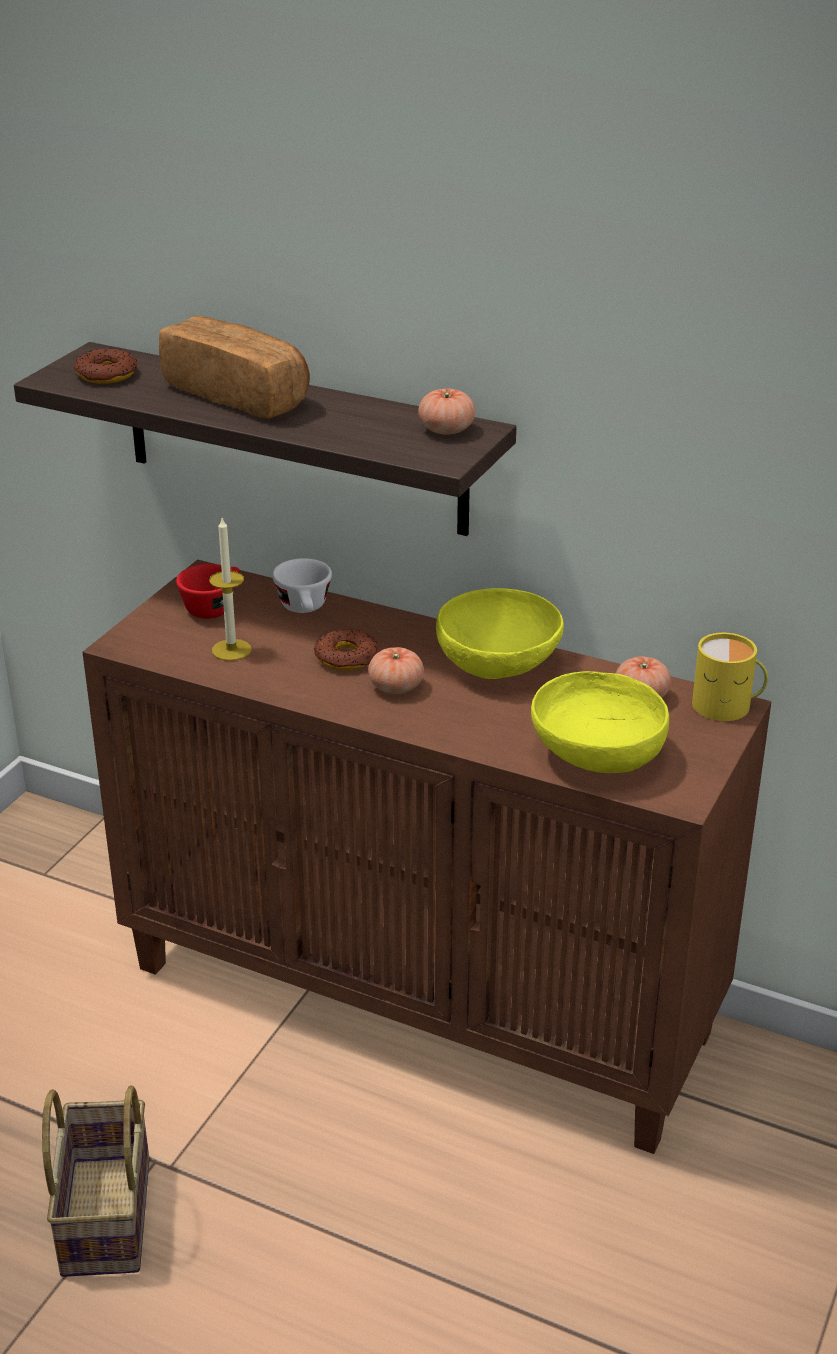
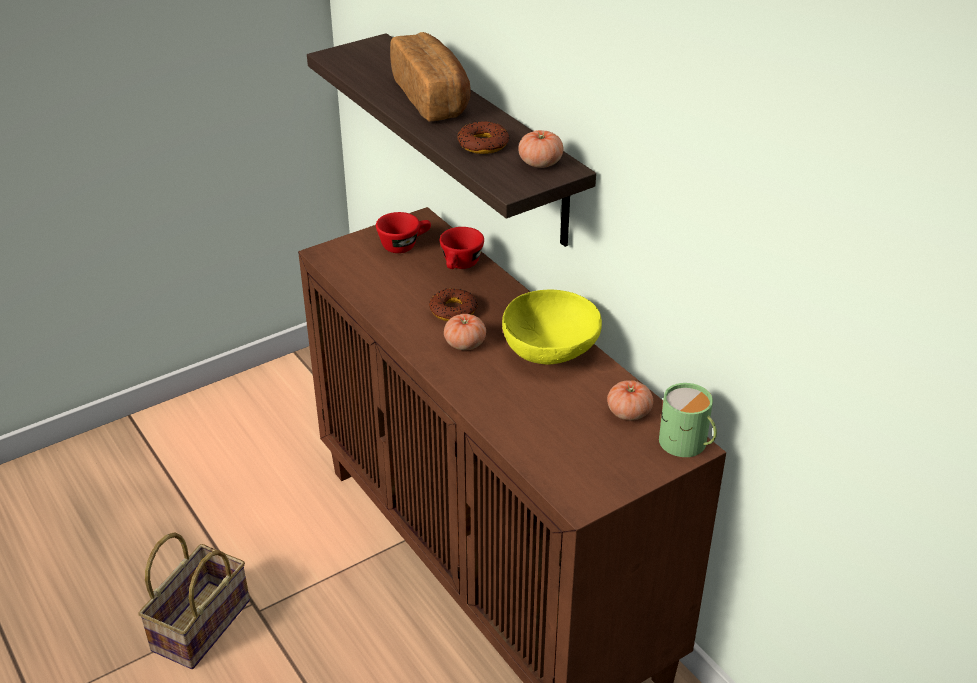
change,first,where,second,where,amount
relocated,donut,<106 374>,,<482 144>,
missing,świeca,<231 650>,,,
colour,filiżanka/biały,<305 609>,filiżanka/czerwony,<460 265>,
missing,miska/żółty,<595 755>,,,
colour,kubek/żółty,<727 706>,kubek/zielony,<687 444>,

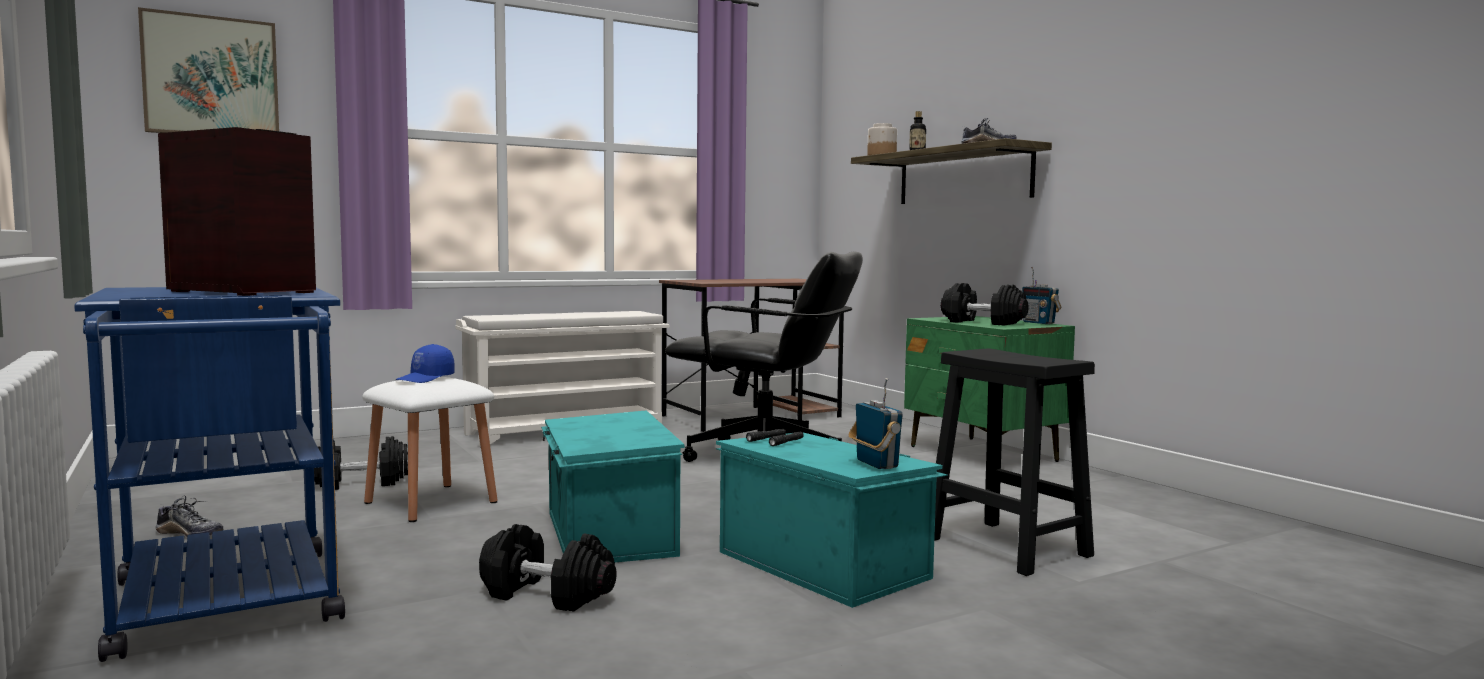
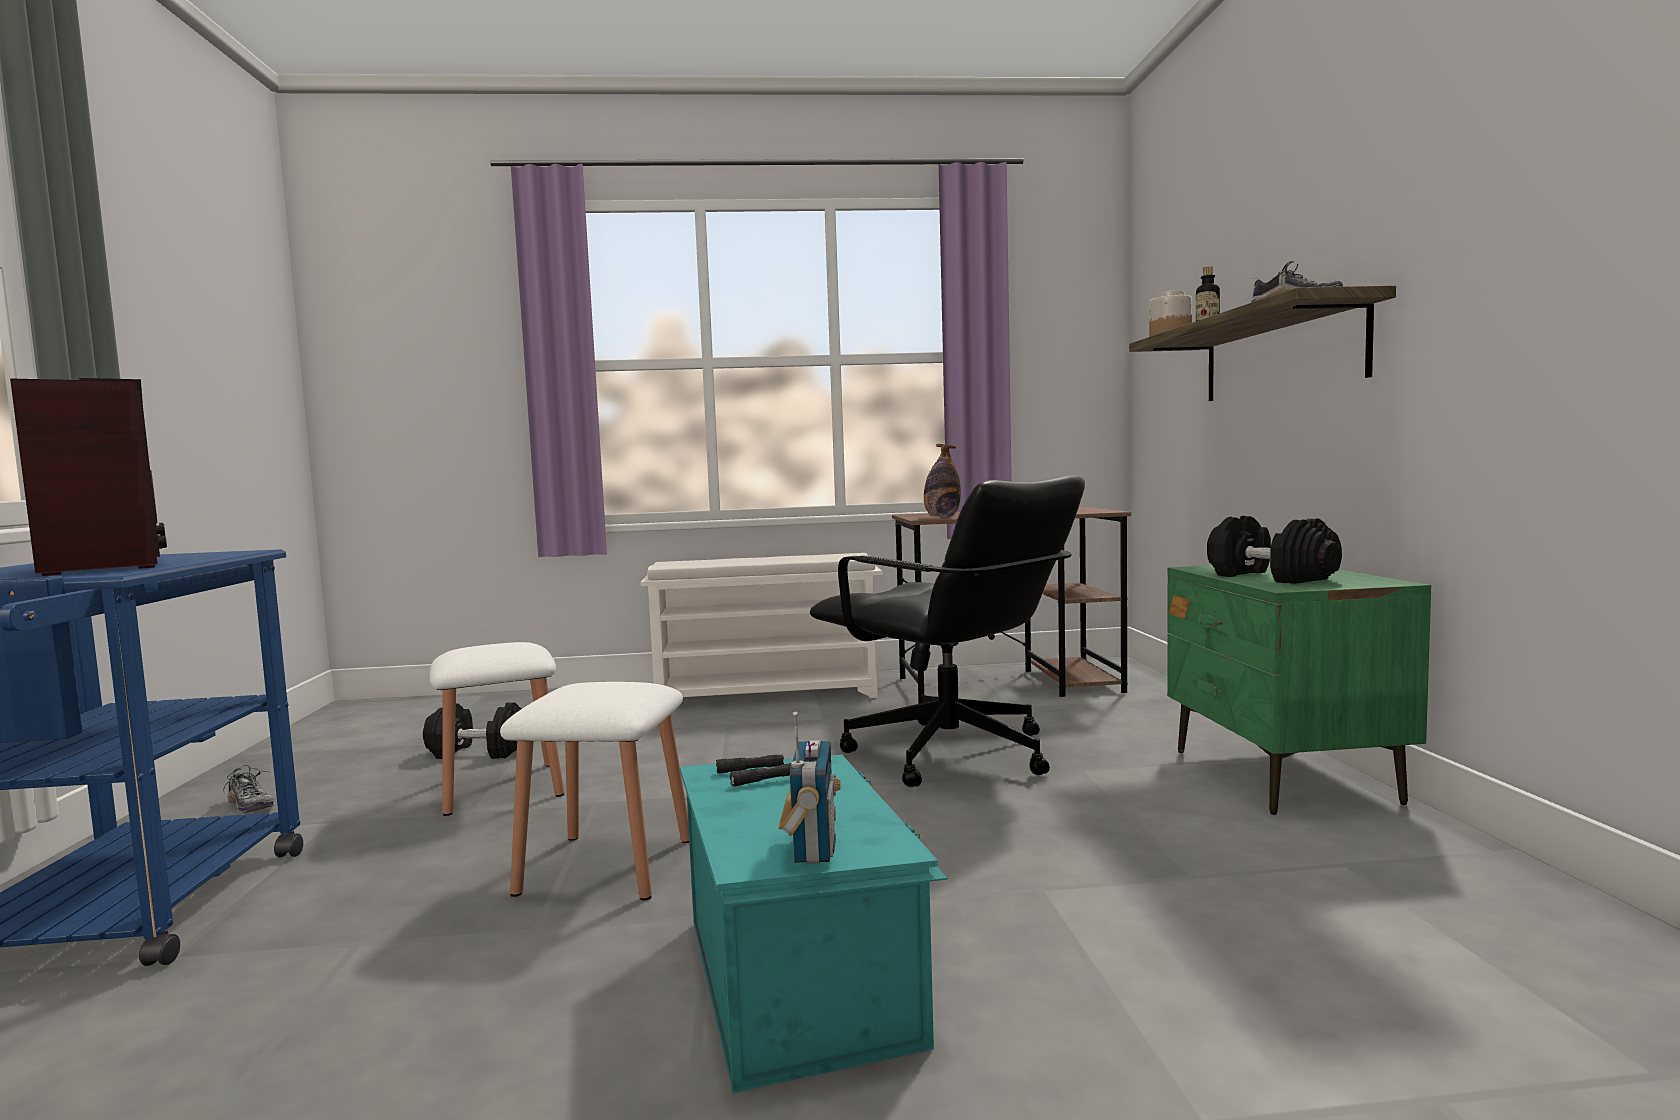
change,first,where,second,where,amount
missing,obraz,<211 77>,,,
missing,czapka z daszkiem/niebieski,<426 379>,,,
missing,hantel/czarny,<548 594>,,,
exchanged,pojemnik do przechowywania/turkusowy,<607 534>,stołek/biały,<606 866>,
missing,stołek/czarny,<1009 547>,,,
missing,radio,<1039 323>,,,
appeared,,,butelka,<942 517>,

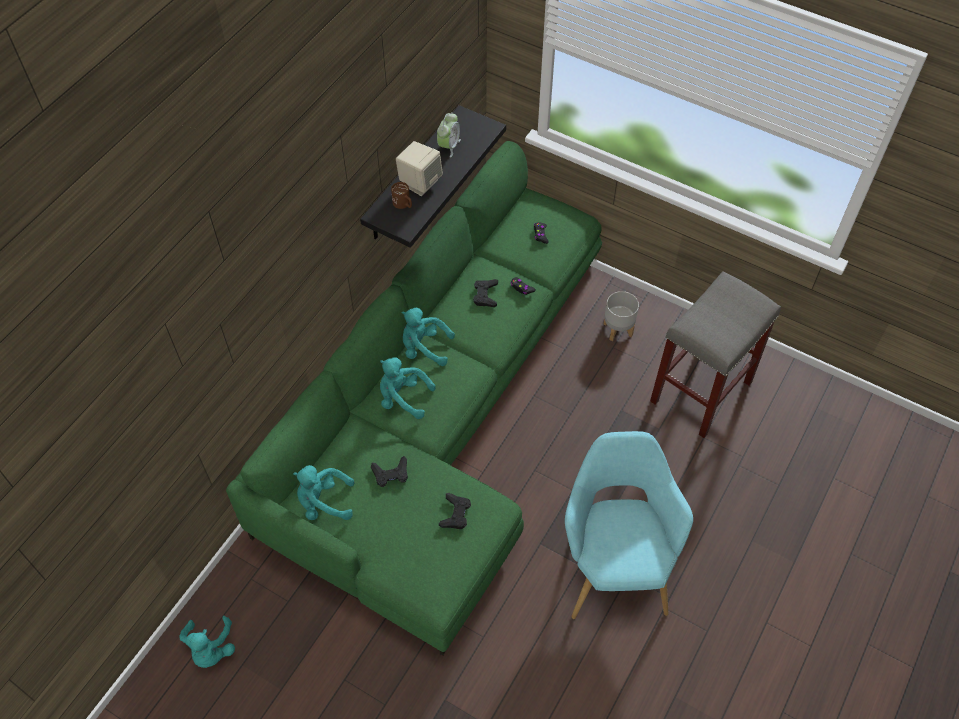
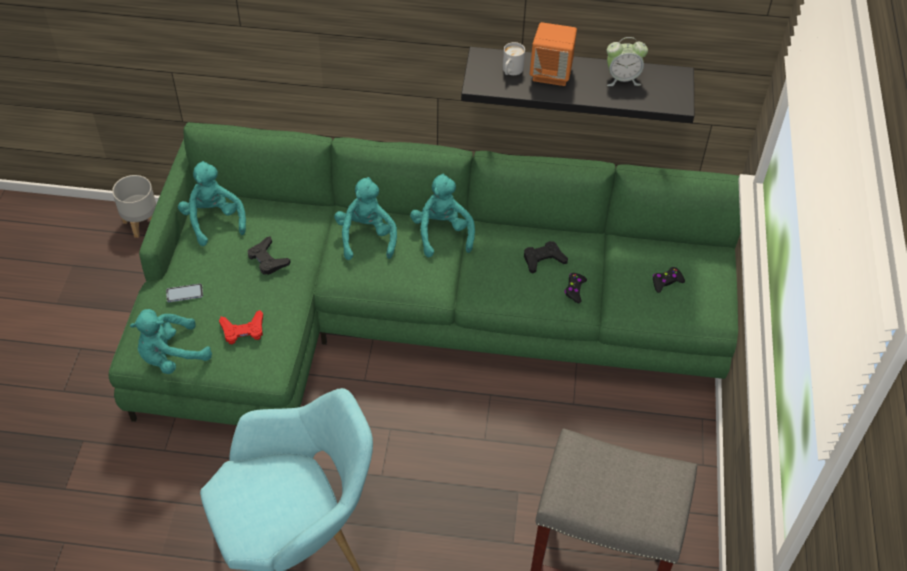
change,first,where,second,where,amount
relocated,pluszak/turkusowy,<211 649>,,<171 356>,
colour,kubek/brązowy,<403 204>,kubek/biały,<511 71>,
colour,głośnik/beżowy,<420 182>,głośnik/pomarańczowy,<551 73>,
colour,pad do gier/czarny,<455 513>,pad do gier/czerwony,<243 330>,
relocated,donica/szary,<617 329>,,<142 223>,
appeared,,,telefon,<184 293>,

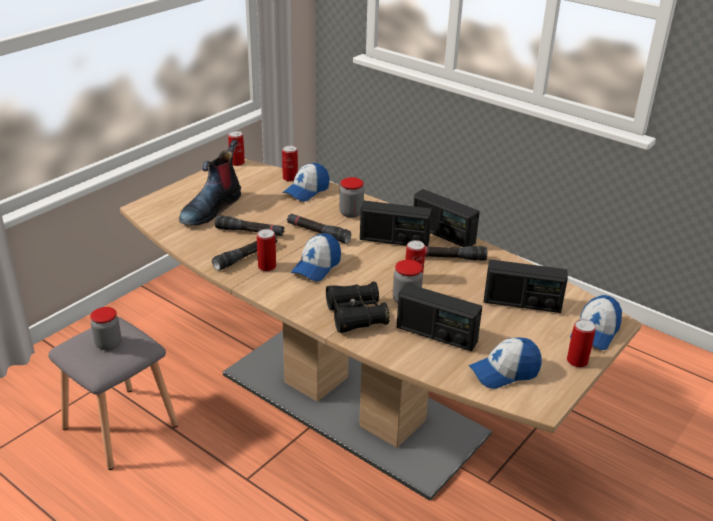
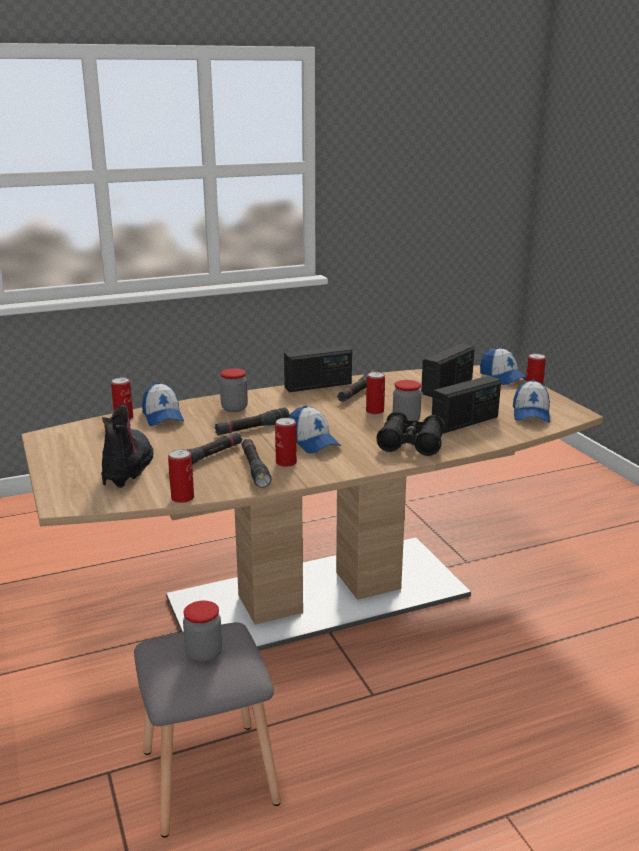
change,first,where,second,where,amount
spun,but z cholewką,<211 208>,,<128 466>,150 degrees counterclockwise
relocated,puszka,<237 163>,,<182 498>,
missing,radio,<394 240>,,,

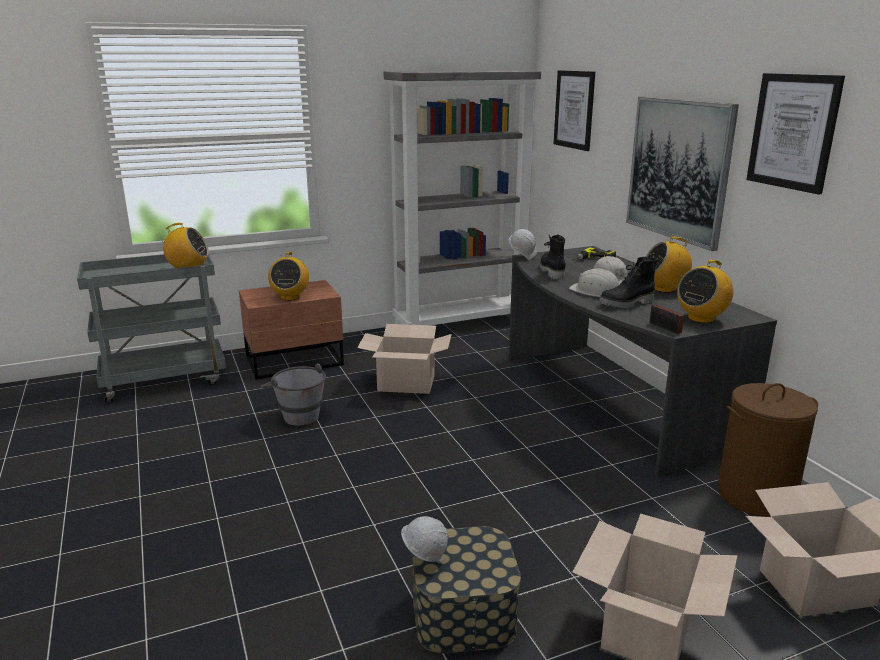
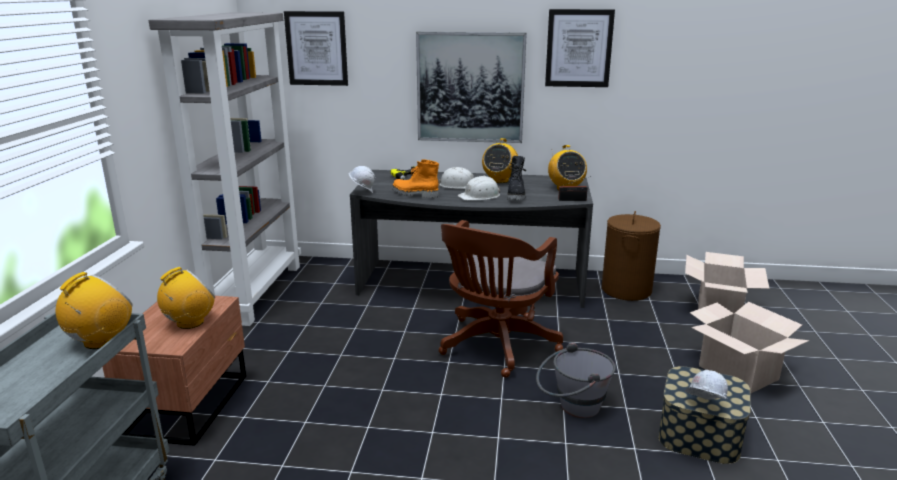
change,first,where,second,where,amount
relocated,wiadro/szary,<297 414>,,<572 407>,
spun,radio,<290 297>,,<190 323>,75 degrees counterclockwise
missing,karton,<406 383>,,,
colour,but z cholewką/czarny,<551 271>,but z cholewką/pomarańczowy,<414 194>,
appeared,,,krzesło biurowe/brązowy,<495 347>,

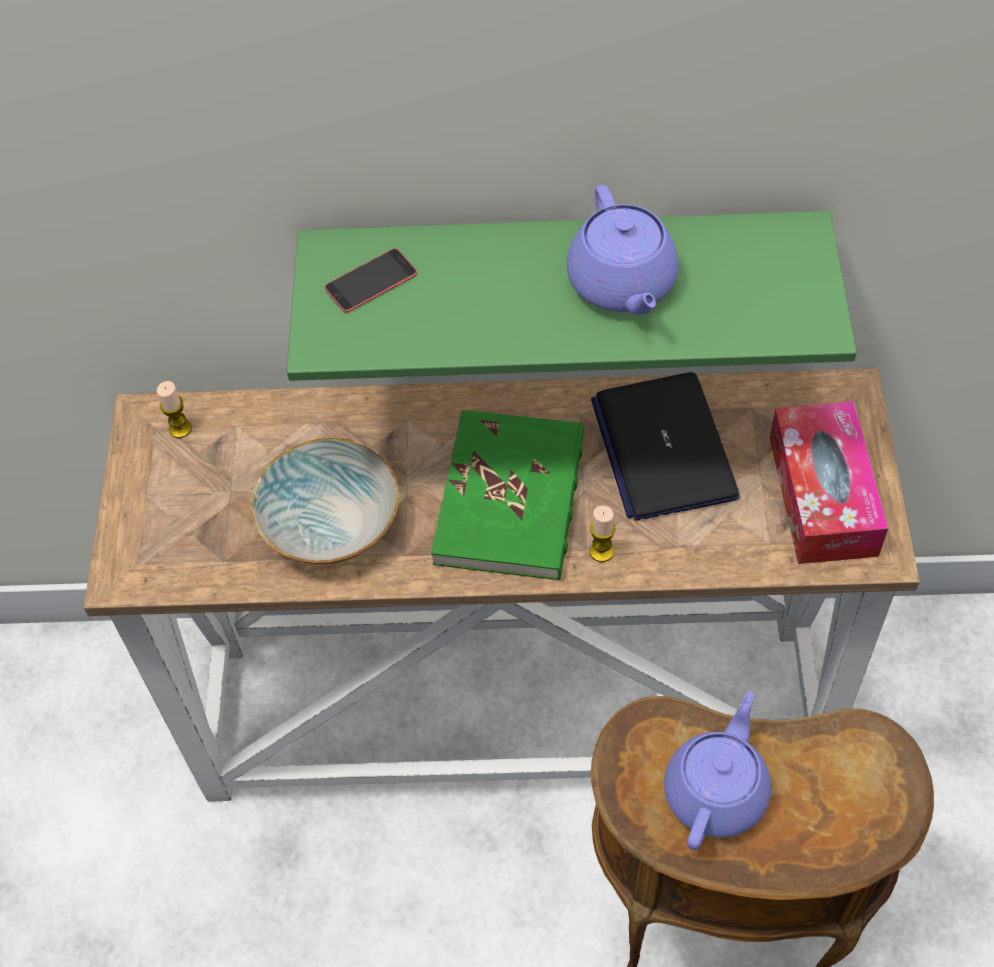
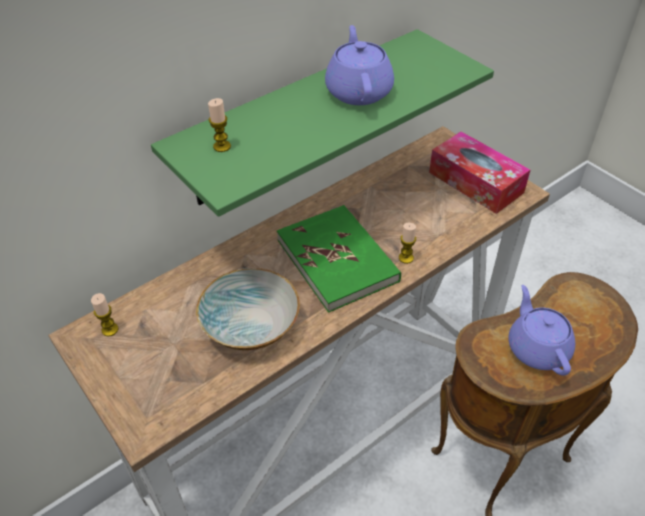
change,first,where,second,where,amount
exchanged,telefon,<371 281>,świeca,<222 146>,
spun,imbryk/fioletowy,<622 284>,,<358 91>,135 degrees counterclockwise
missing,laptop,<663 448>,,,

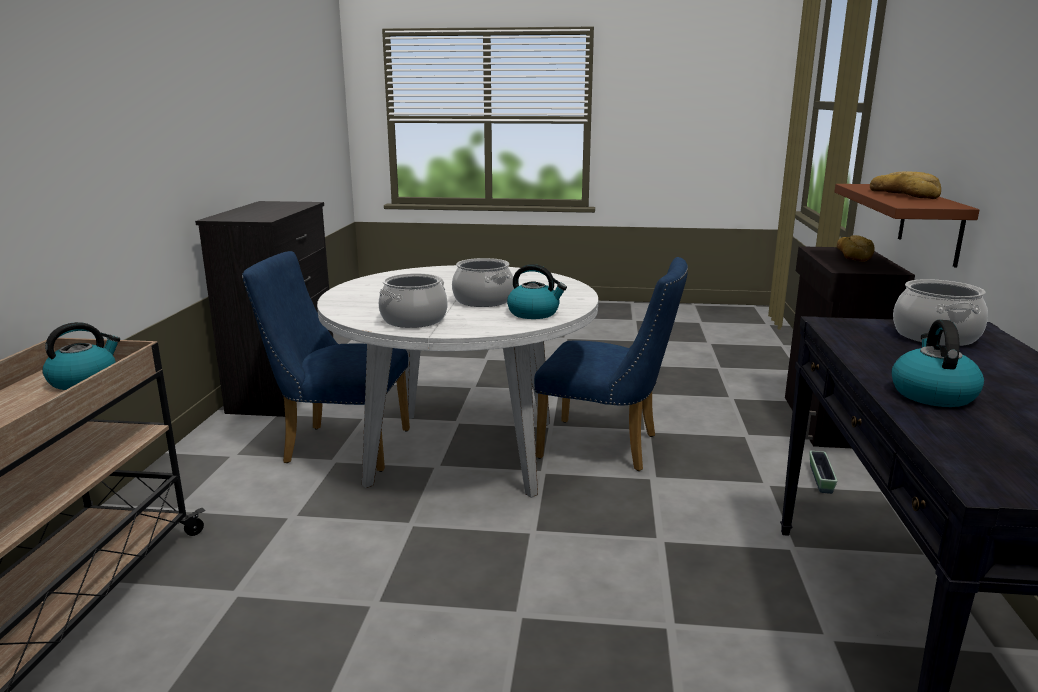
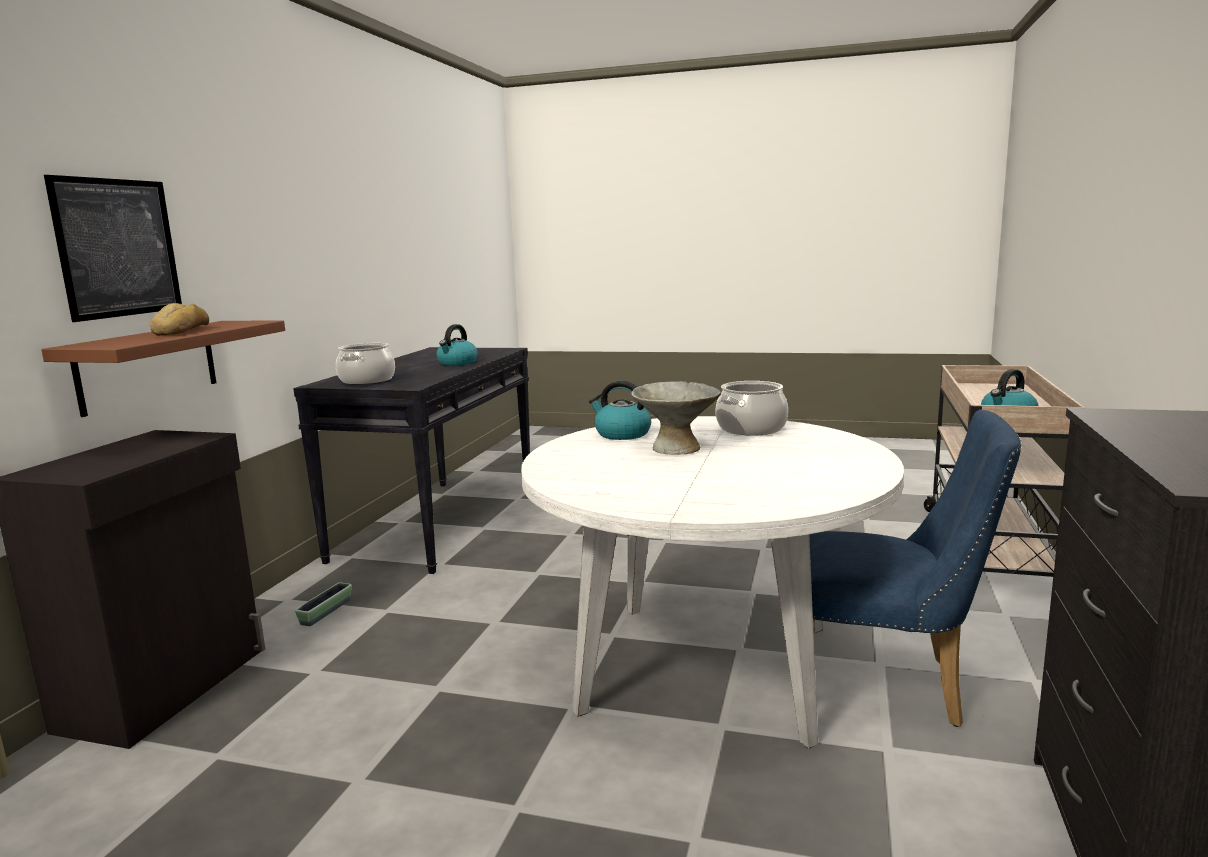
change,first,where,second,where,amount
exchanged,garnek,<482 301>,miska/szary,<676 448>,
missing,krzesło/niebieski,<608 448>,,,
missing,chleb,<853 255>,,,
appeared,,,obraz,<118 248>,

